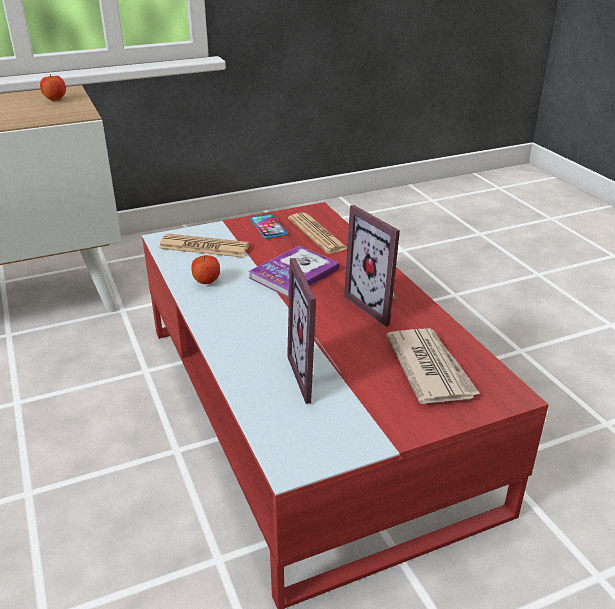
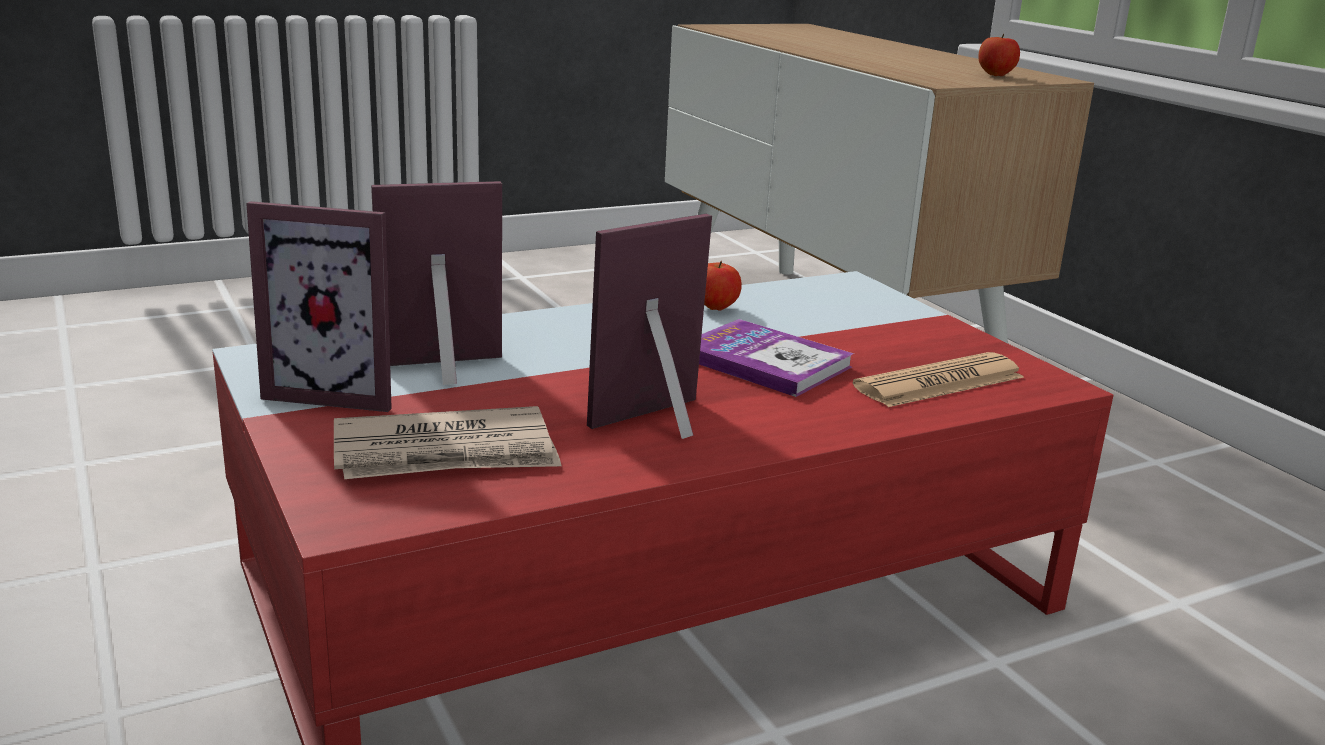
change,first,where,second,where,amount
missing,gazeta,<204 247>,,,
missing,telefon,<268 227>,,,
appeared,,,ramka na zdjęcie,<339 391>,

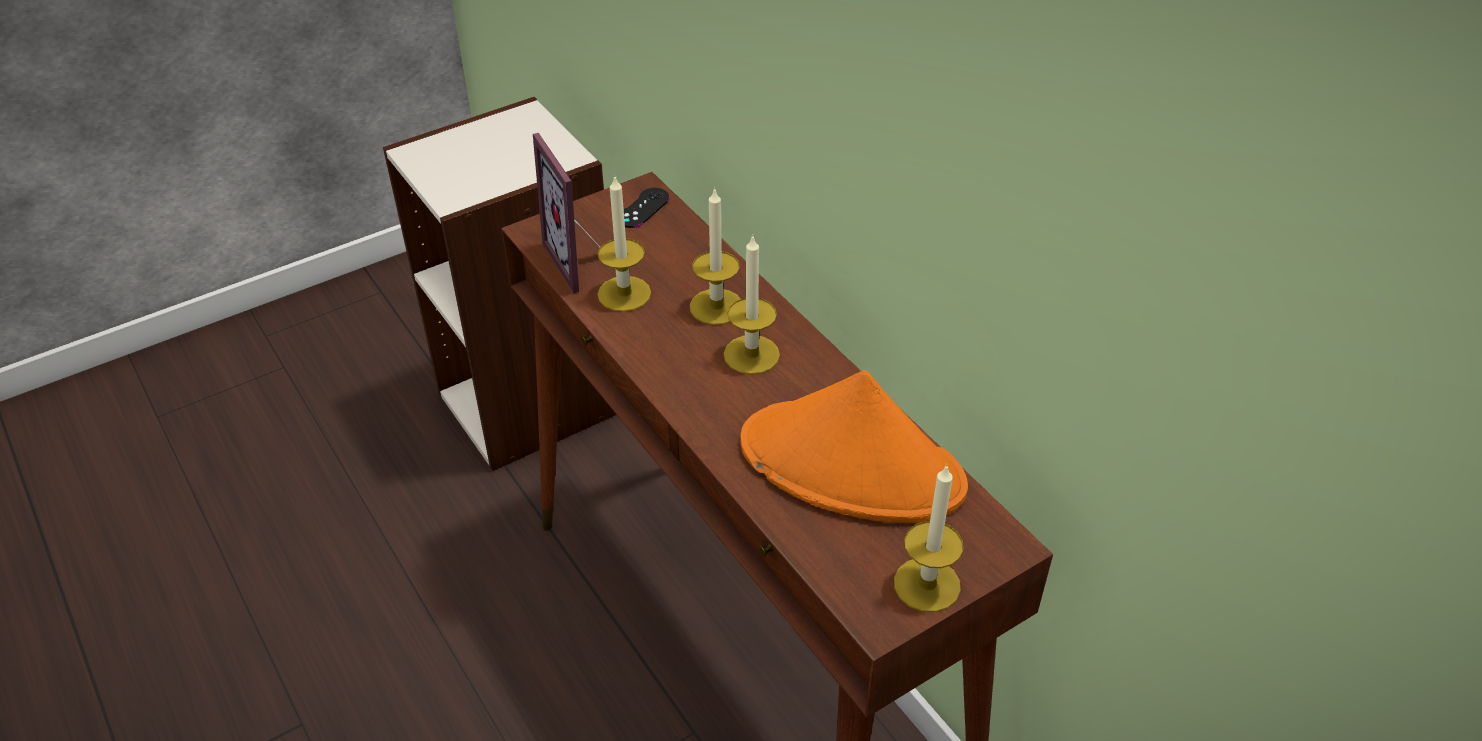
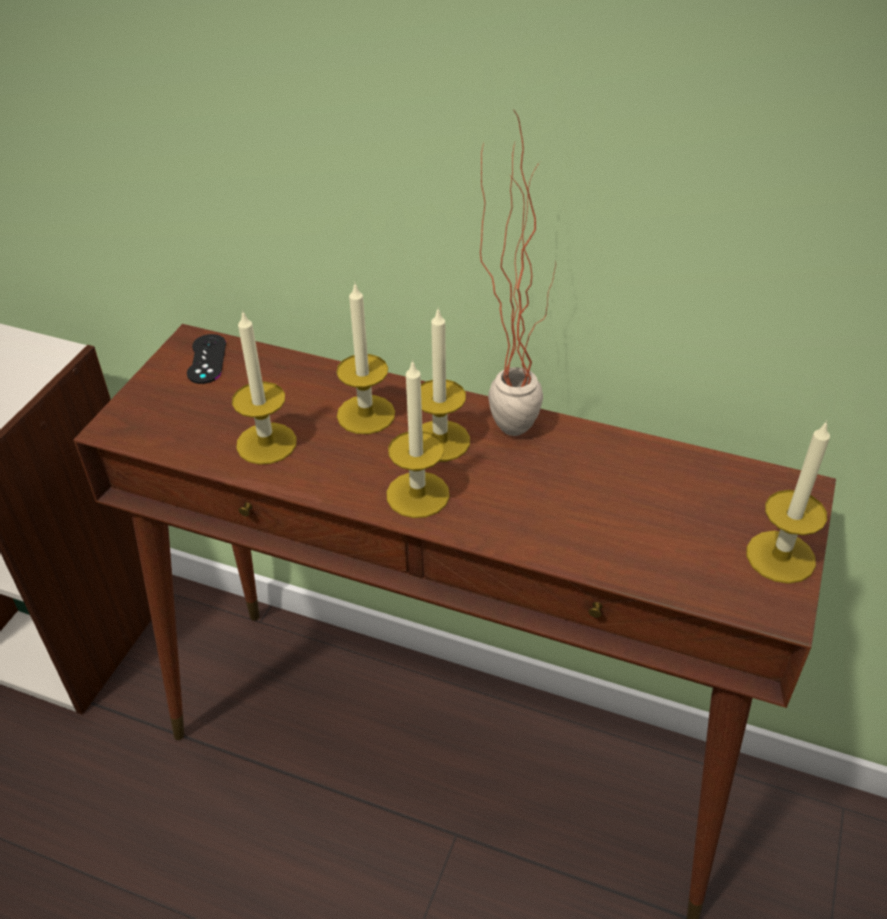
change,first,where,second,where,amount
missing,ramka na zdjęcie,<581 261>,,,
missing,kapelusz/pomarańczowy,<853 465>,,,
appeared,,,świeca,<417 494>,
appeared,,,roślina doniczkowa,<509 417>,

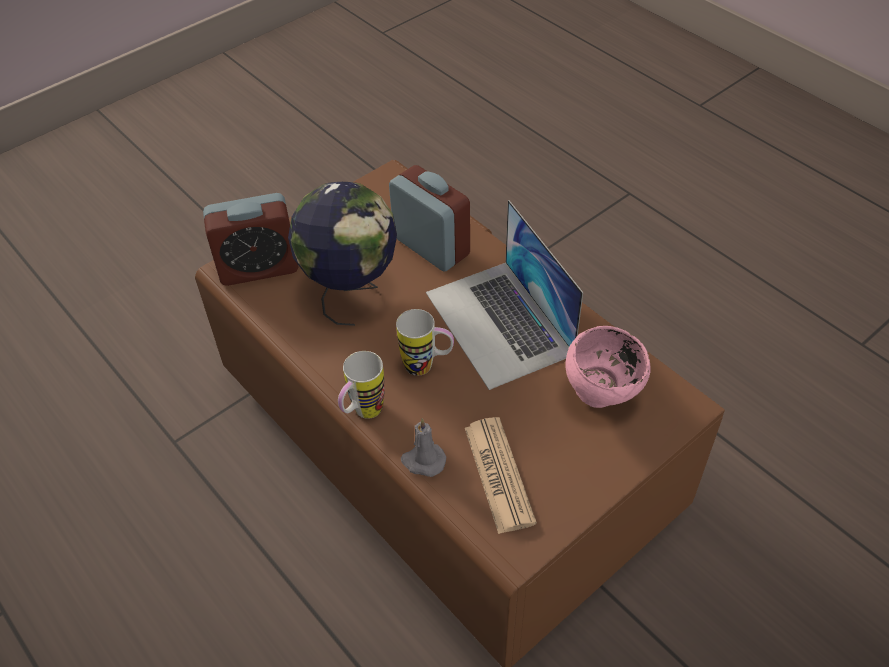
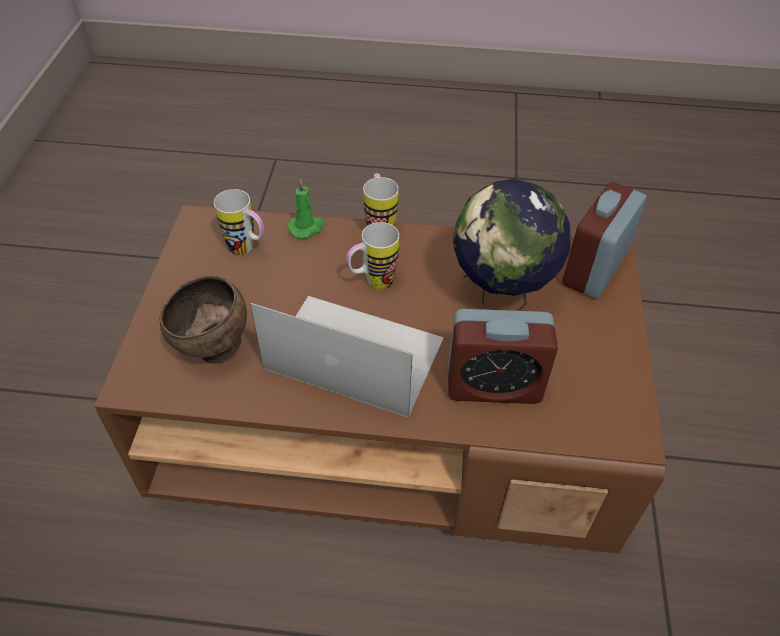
change,first,where,second,where,amount
colour,świeca/szary,<423 461>,świeca/zielony,<307 227>,
exchanged,gazeta,<499 474>,kubek,<247 250>,
colour,miska/różowy,<602 394>,miska/brązowy,<213 349>,

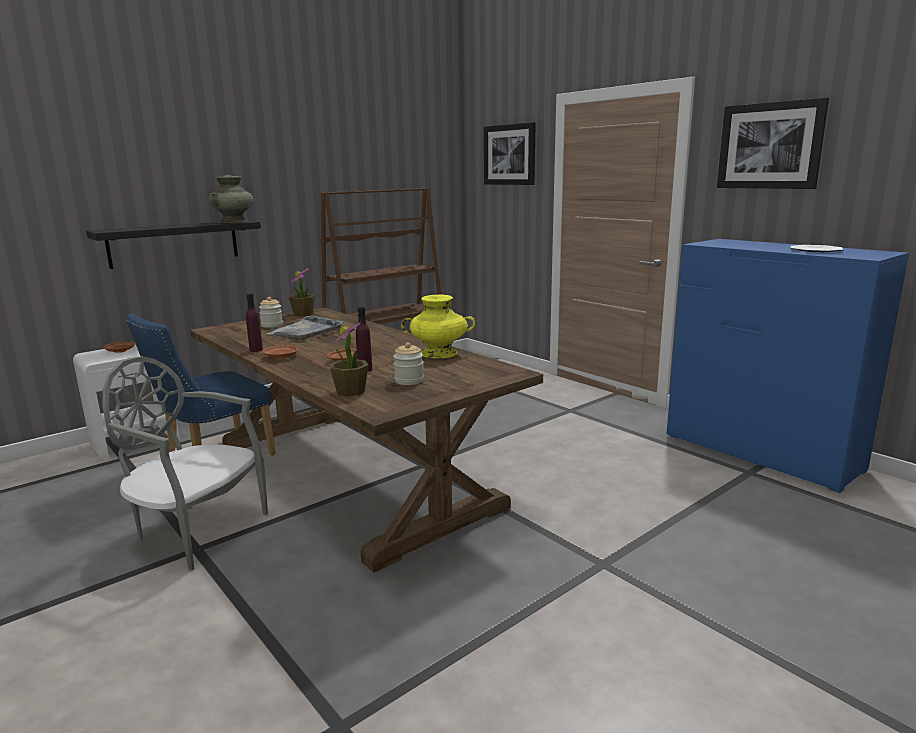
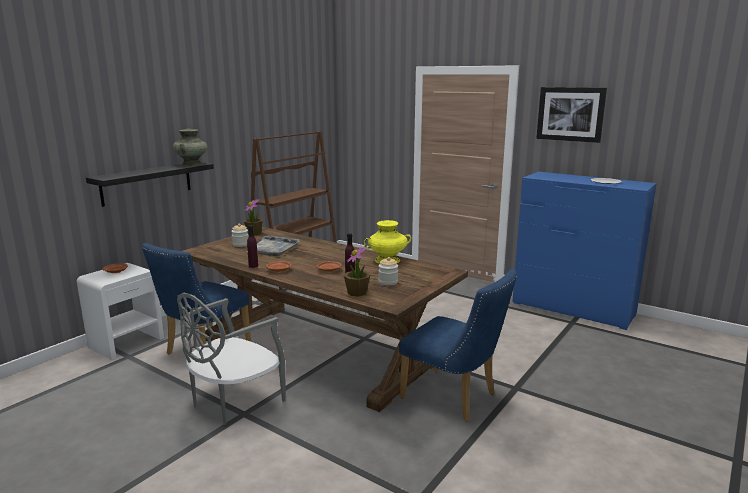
change,first,where,second,where,amount
spun,krzesło/szary,<197 530>,,<234 401>,60 degrees counterclockwise
missing,obraz,<509 155>,,,
appeared,,,krzesło/niebieski,<454 398>,

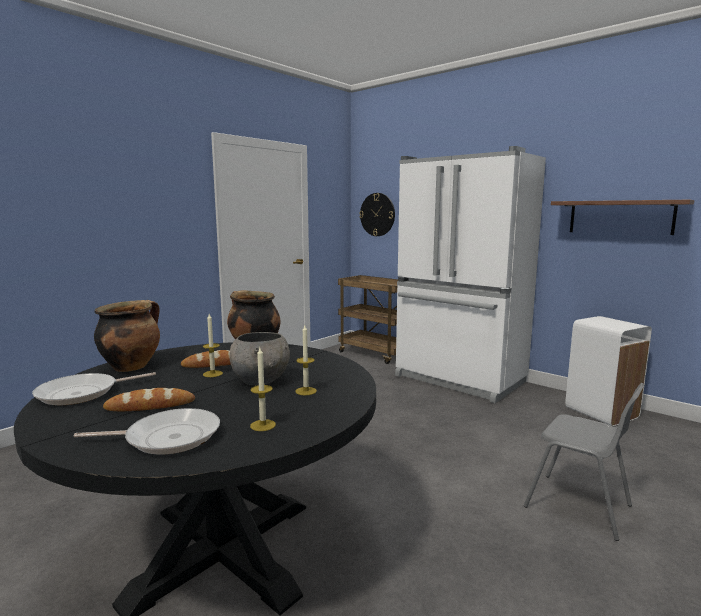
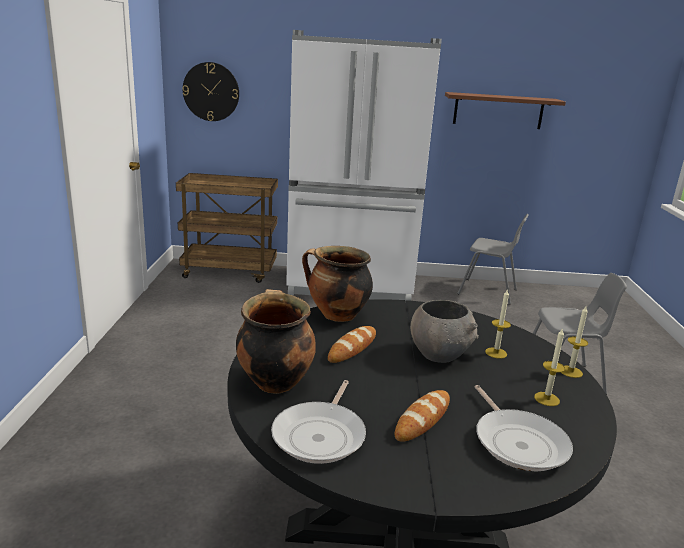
change,first,where,second,where,amount
spun,patelnia,<168 437>,,<518 442>,120 degrees clockwise
relocated,świeca,<212 374>,,<570 371>,
exchanged,kosz na śmieci/biały,<601 413>,krzesło/szary,<488 292>,

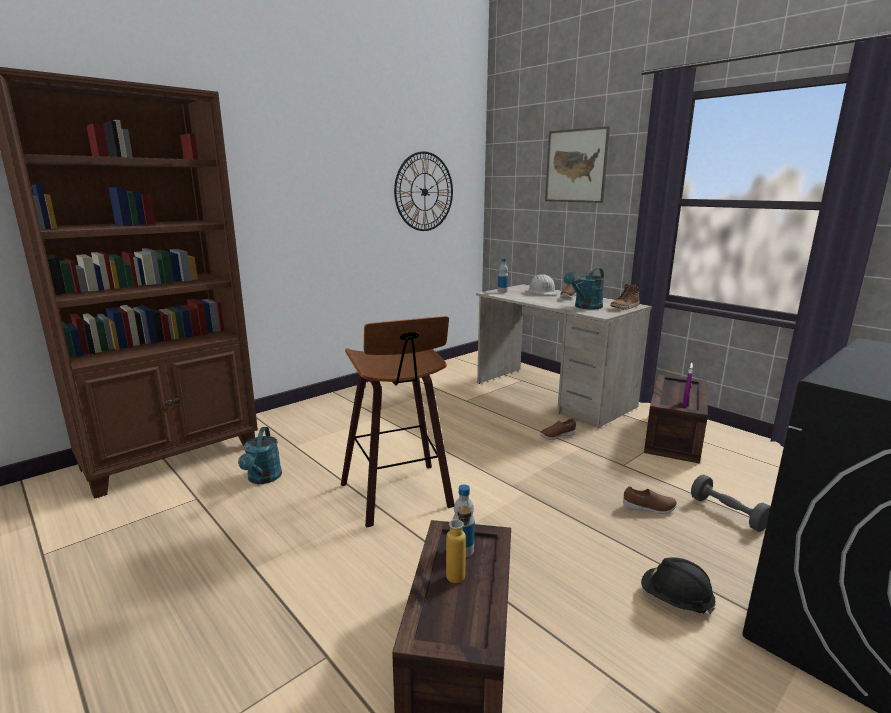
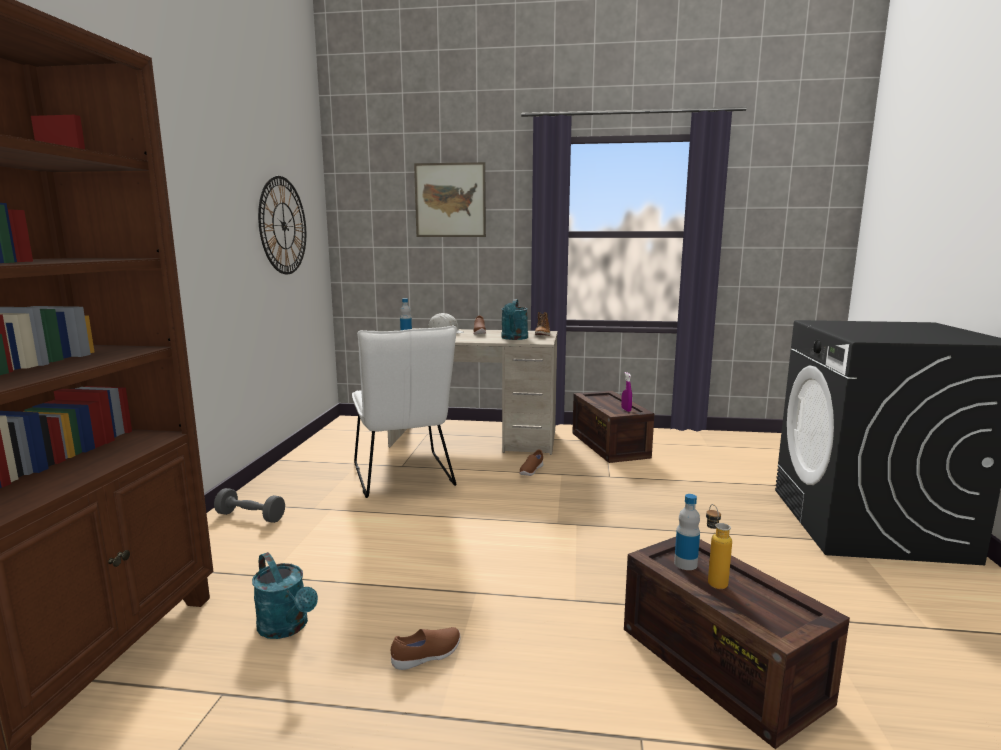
change,first,where,second,where,amount
missing,stołek,<400 496>,,,
relocated,but/brązowy,<649 508>,,<427 656>,
missing,kask/czarny,<675 600>,,,
relocated,hantel/szary,<727 513>,,<250 517>,
appeared,,,krzesło/biały,<404 477>,

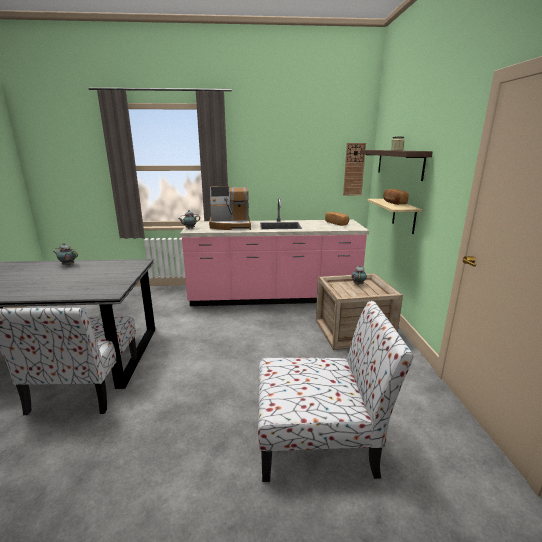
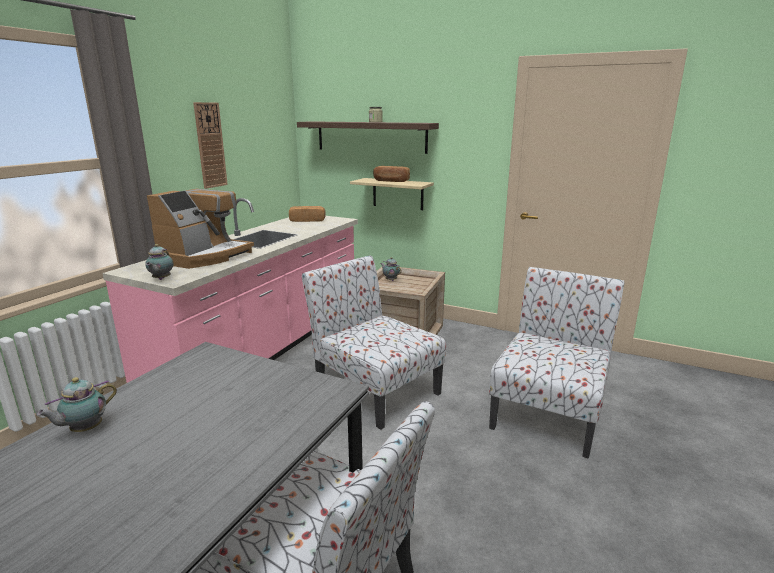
change,first,where,second,where,amount
relocated,zegar ścienny,<354 169>,,<210 145>,
appeared,,,krzesło,<374 389>,

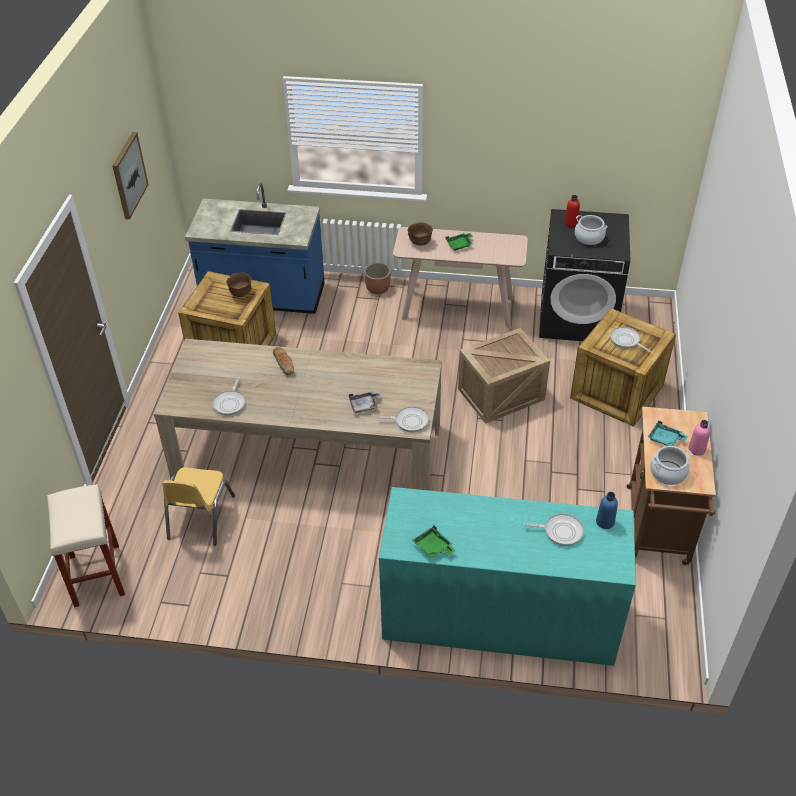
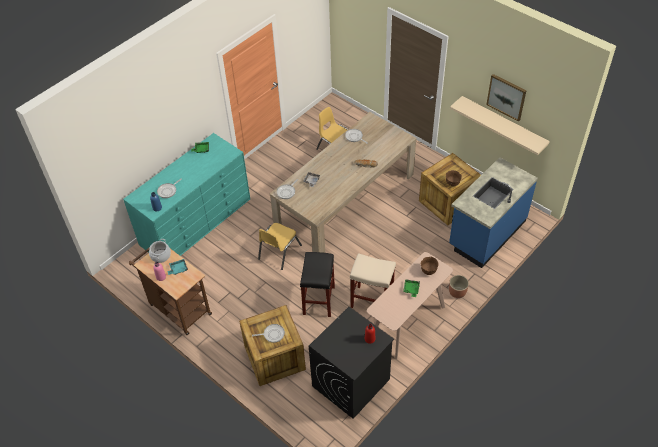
change,first,where,second,where,amount
relocated,stołek/beżowy,<96 574>,,<372 300>,
exchanged,skrzynka,<501 393>,stołek/czarny,<319 301>,
missing,garnek,<589 238>,,,
appeared,,,krzesło/żółty,<279 252>,
appeared,,,półka/beżowy,<503 124>,

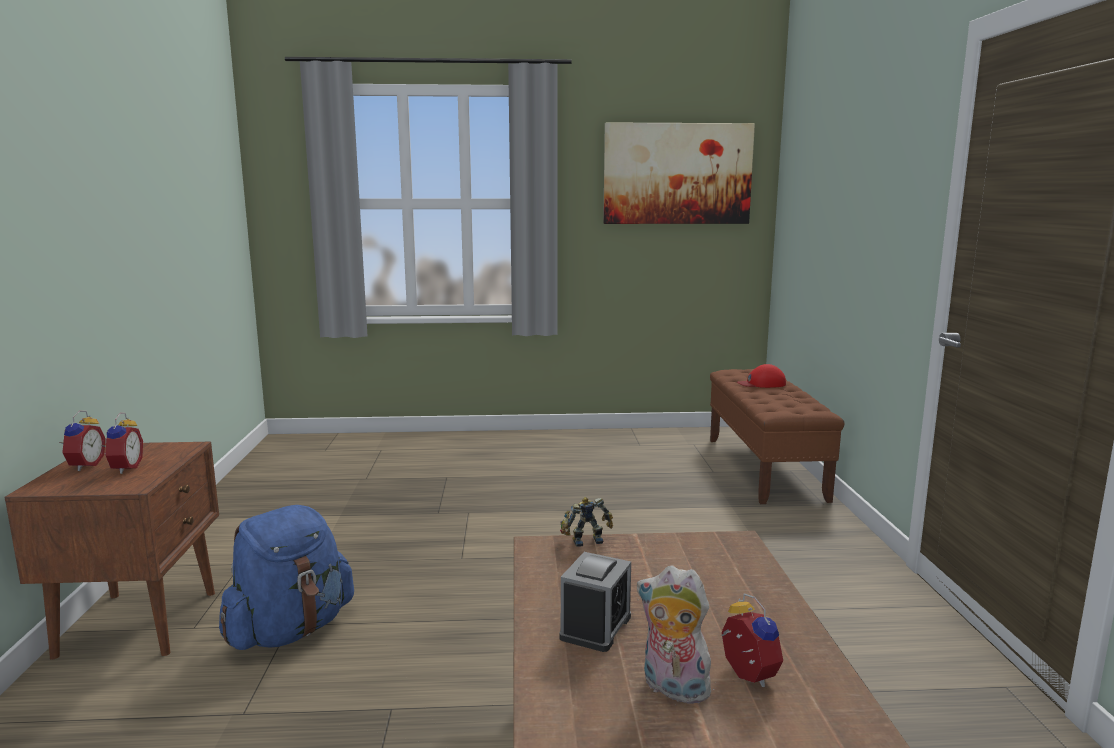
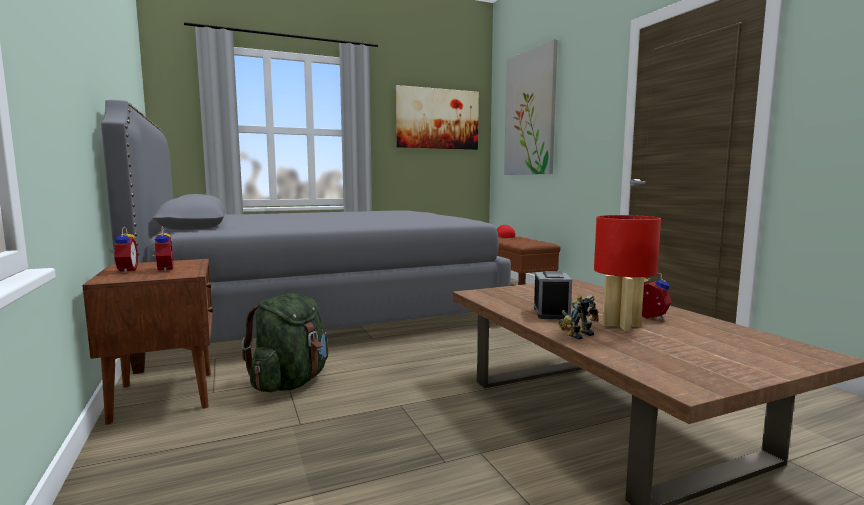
change,first,where,second,where,amount
colour,plecak/niebieski,<291 630>,plecak/zielony,<290 383>,
relocated,robot zabawkowy,<585 540>,,<577 334>,
exchanged,pluszak,<672 689>,lampa stołowa/czerwony,<622 325>,
appeared,,,łóżko/szary,<321 313>,
appeared,,,obraz,<530 113>,

